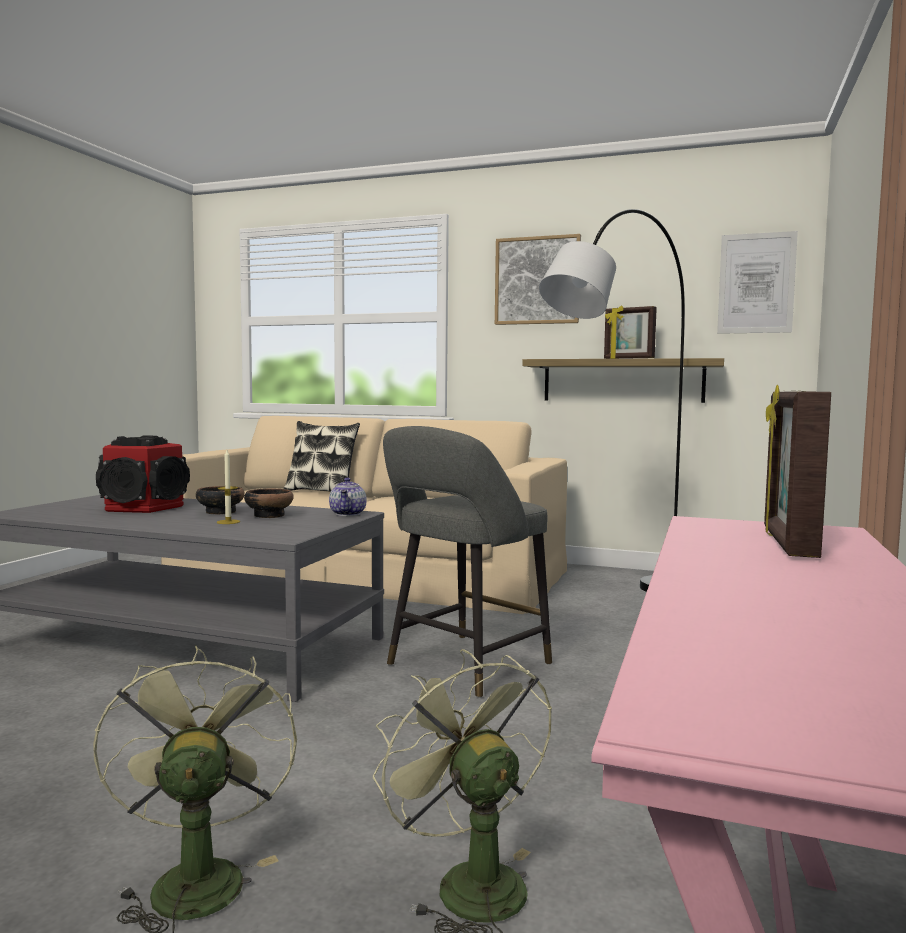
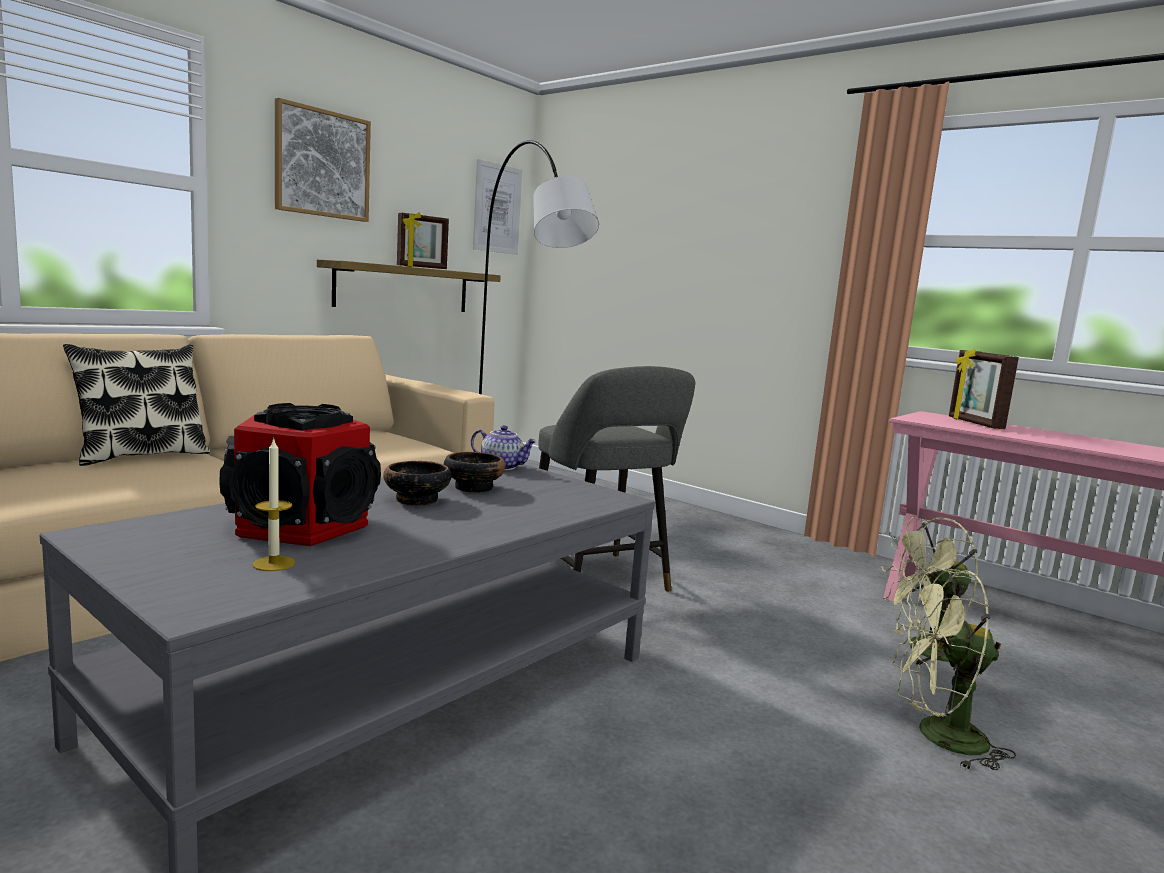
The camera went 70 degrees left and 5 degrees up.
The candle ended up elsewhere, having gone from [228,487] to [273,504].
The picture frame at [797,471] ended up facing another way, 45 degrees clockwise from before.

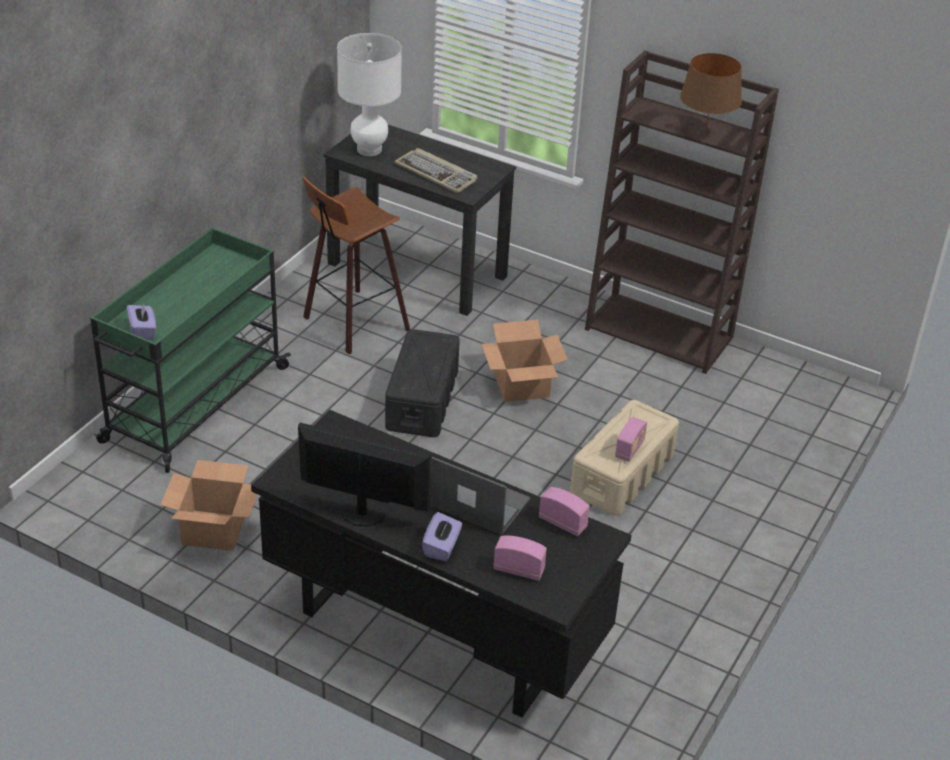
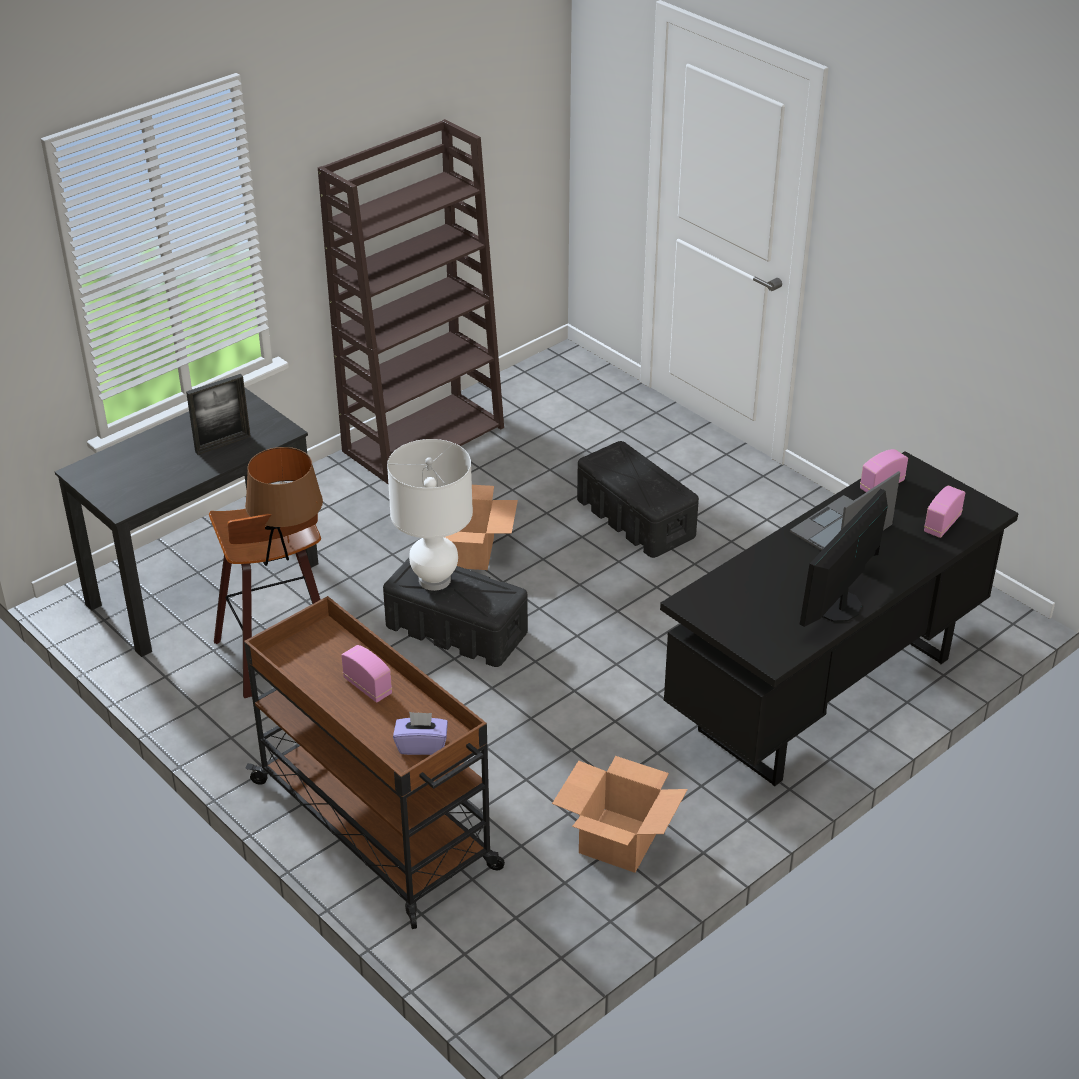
The camera went 70 degrees left and 0 degrees up.
The second view lost the purple-coloured box of tissues at [442,536].
The whitish lamp for a table ended up elsewhere, having gone from [369,94] to [430,515].
The radio ended up elsewhere, having gone from [631,439] to [366,674].
The brown-coloured lamp for a table ended up elsewhere, having gone from [711,94] to [284,495].
Where the PC keyboard stood at [435,170], the picture frame came to stand at [218,414].
What was the greenish wheeled cart at [190,350] turned into the brown-coloured wheeled cart at [374,762].
What was the beige storage container at [624,458] turned into the black storage container at [638,499].

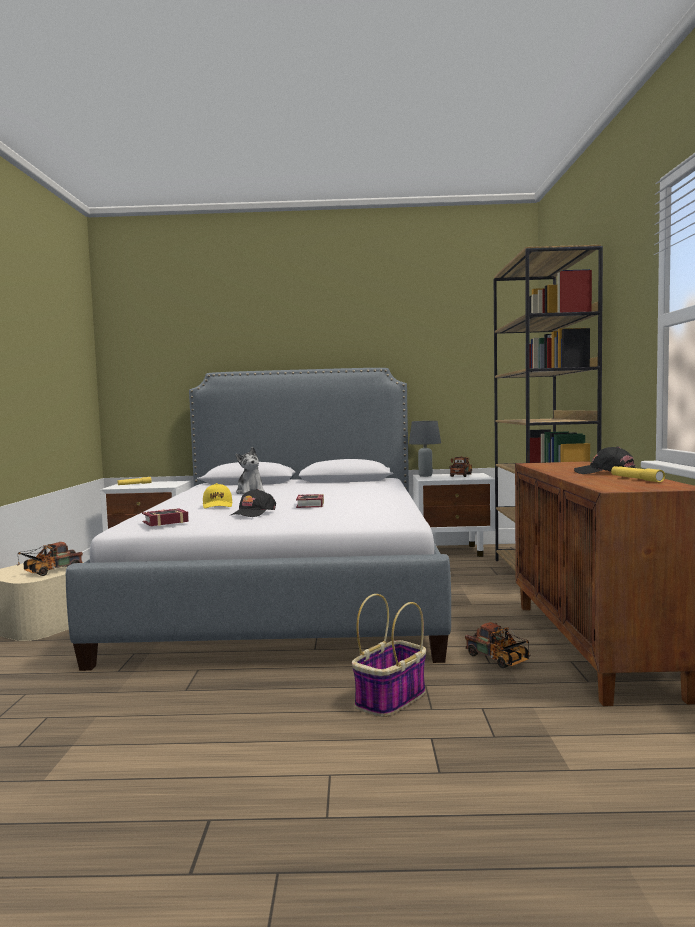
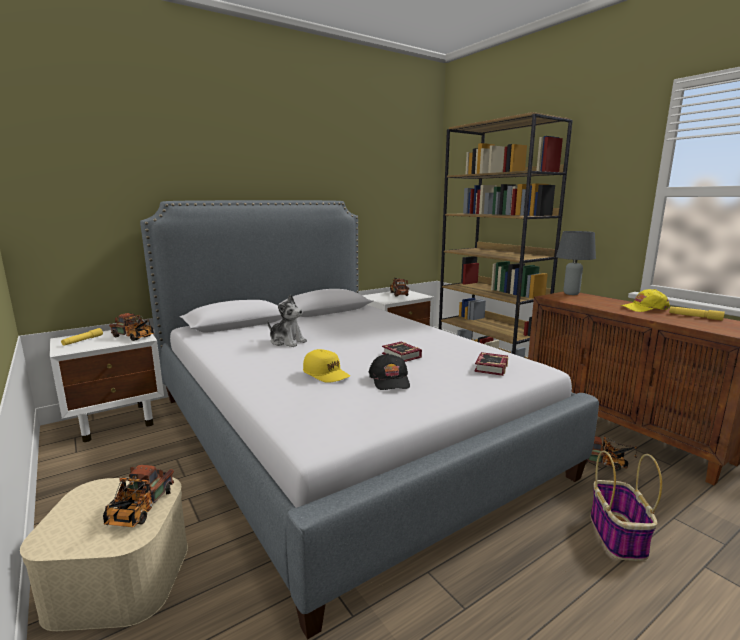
The camera went 35 degrees left and 10 degrees up.
The second view gained the toy truck at [131,327].
The volume ended up elsewhere, having gone from [165,517] to [491,364].
The gray lamp for a table ended up elsewhere, having gone from [425,449] to [576,263].
What was the black baseball cap at [605,460] turned into the yellow-coloured baseball cap at [645,300].

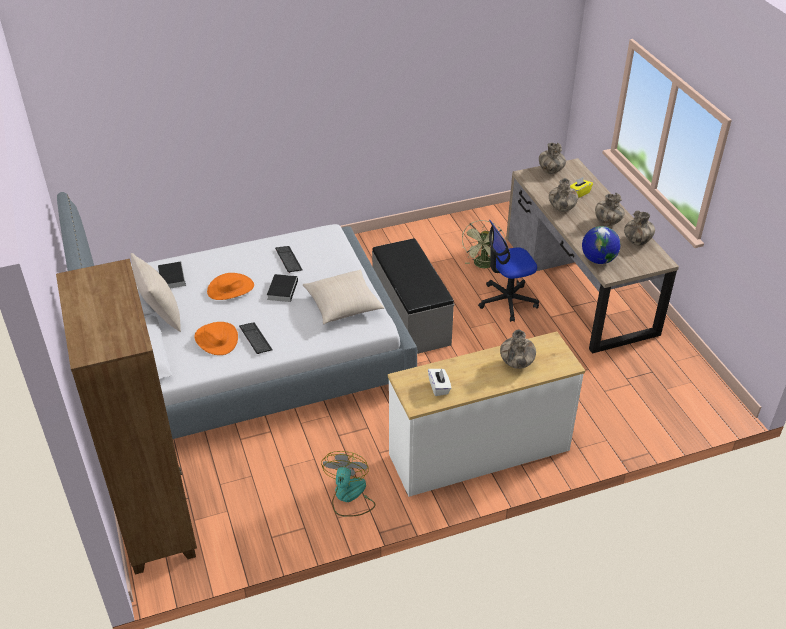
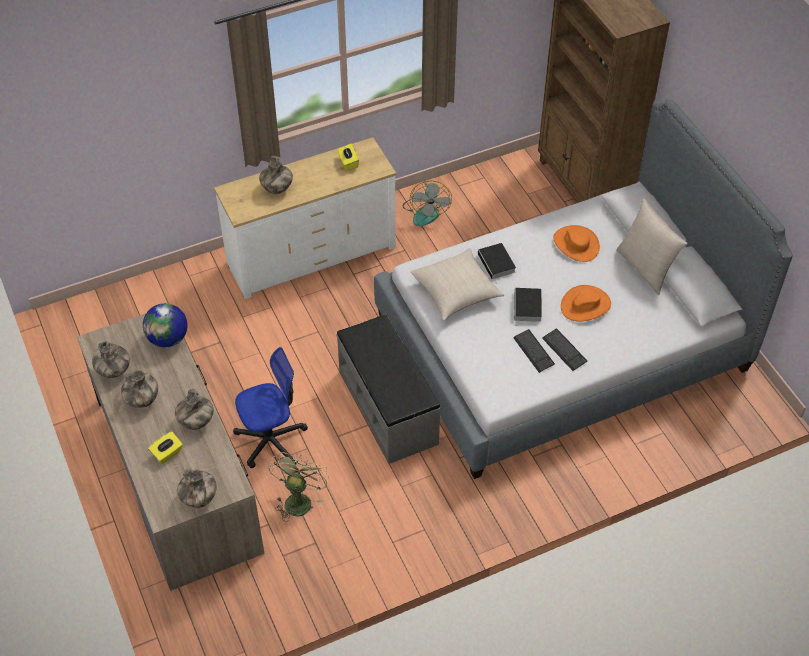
The camera went 175 degrees right and 10 degrees up.
The volume ended up elsewhere, having gone from [172,274] to [497,263].
The PC keyboard ended up elsewhere, having gone from [255,338] to [564,349].
What was the whitish box of tissues at [439,382] turned into the yellow-coloured box of tissues at [348,156].

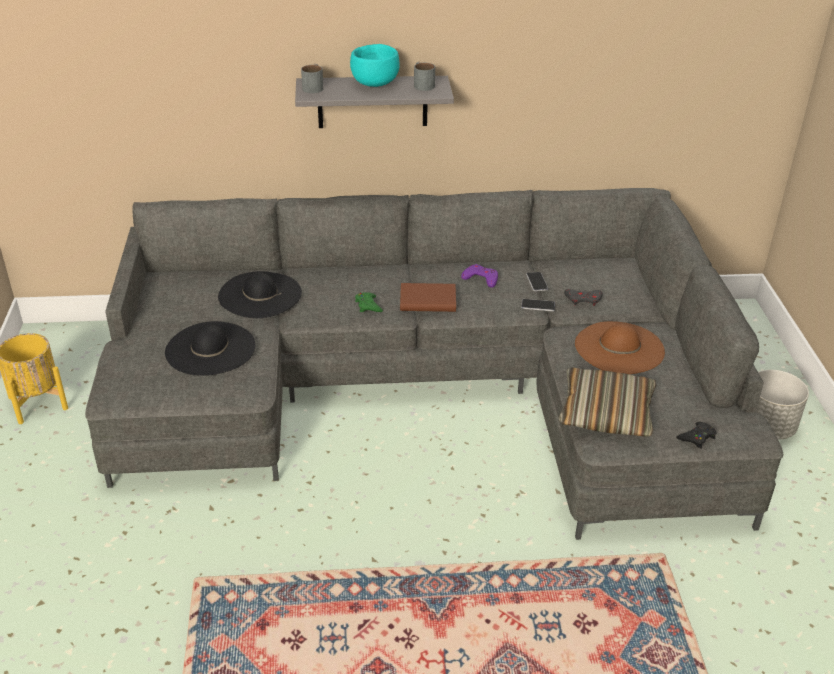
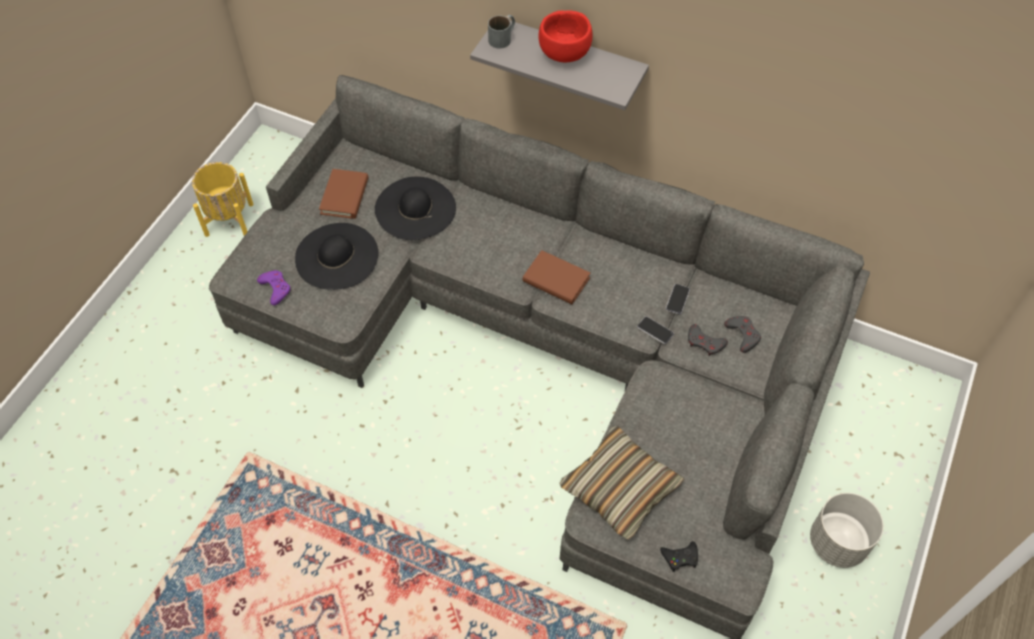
The camera went 30 degrees right and 20 degrees up.
The second view lost the greenish joypad at [369,302].
The second view lost the gray coffee mug at [424,76].
The second view lost the brown-coloured wearable hat at [620,347].
The second view gained the brown-coloured volume at [344,194].
The second view gained the gray joypad at [742,334].
The purple-coloured joypad ended up elsewhere, having gone from [479,276] to [274,287].
What was the turquoise bowl at [375,65] turned into the red-coloured bowl at [565,36].

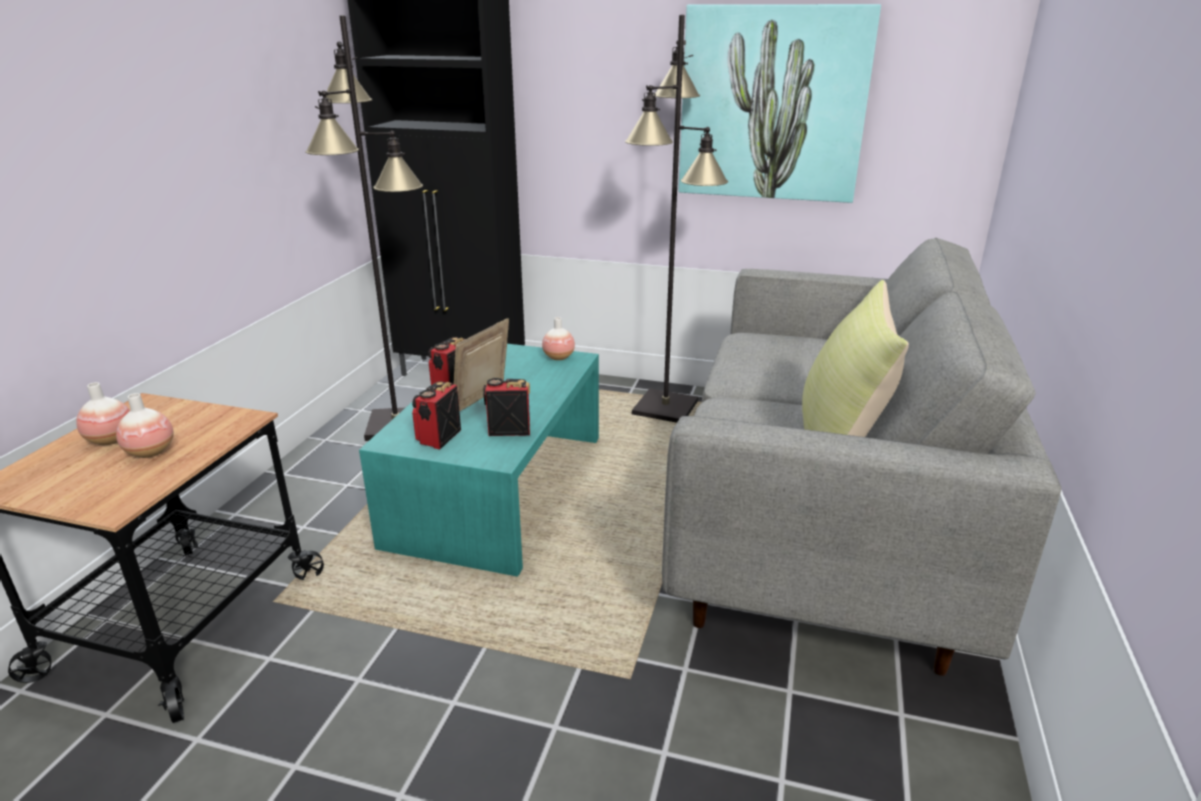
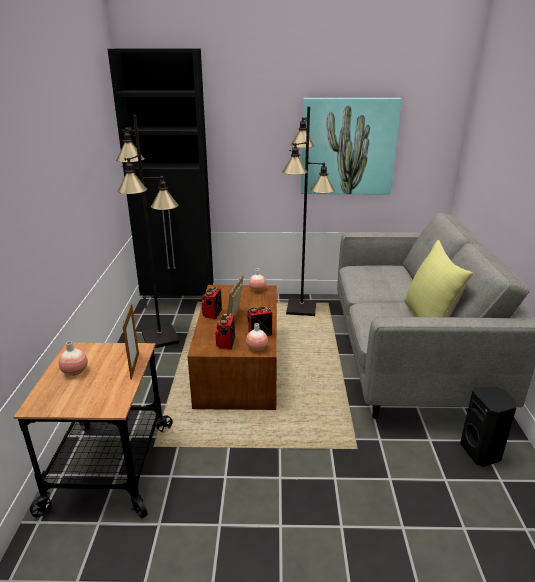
The camera went 15 degrees left and 0 degrees up.
The second view gained the picture frame at [131,341].
The second view gained the black speaker at [488,427].
The flower vase ended up elsewhere, having gone from [145,425] to [257,337].
What was the turquoise lounge table at [479,460] turned into the brown-coloured lounge table at [232,347].

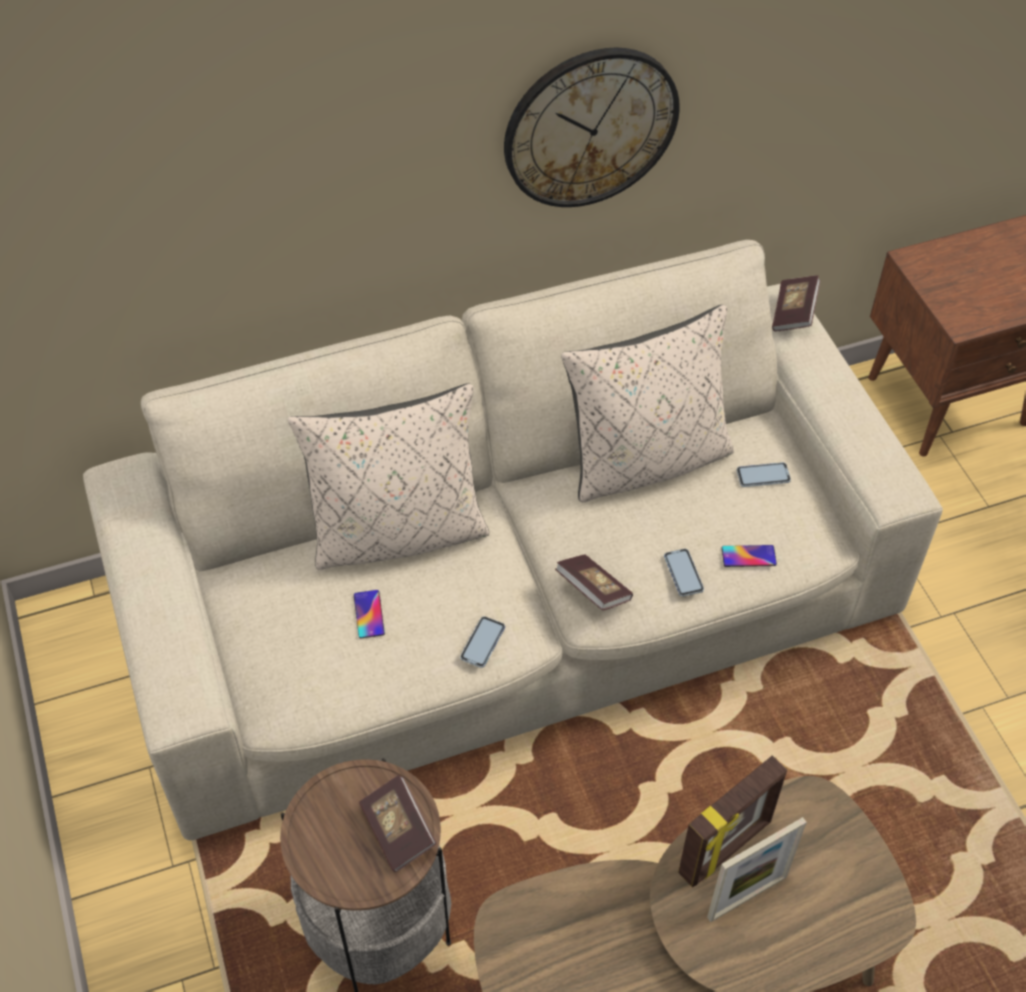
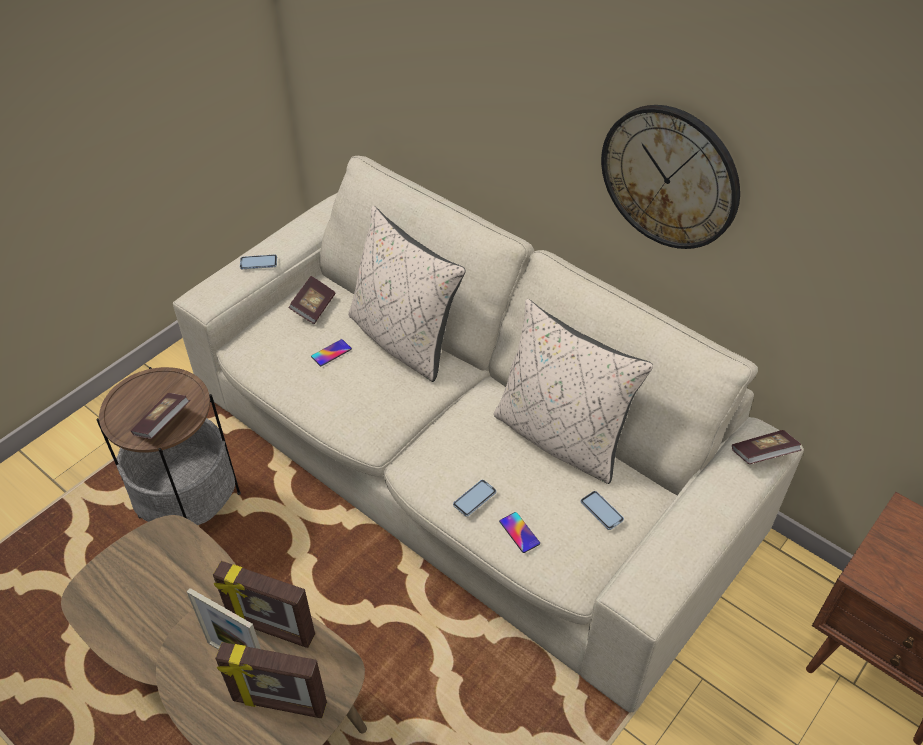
The camera went 60 degrees right and 5 degrees down.
The second view gained the picture frame at [271,680].
The telephone ended up elsewhere, having gone from [482,642] to [258,262].
The volume ended up elsewhere, having gone from [594,582] to [312,300].

